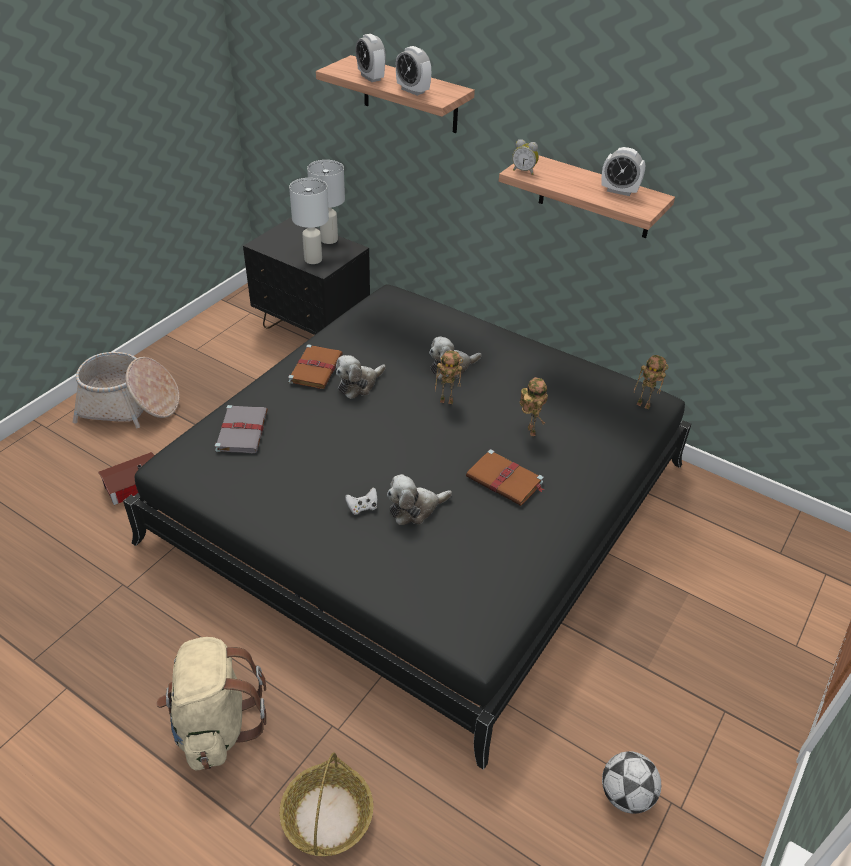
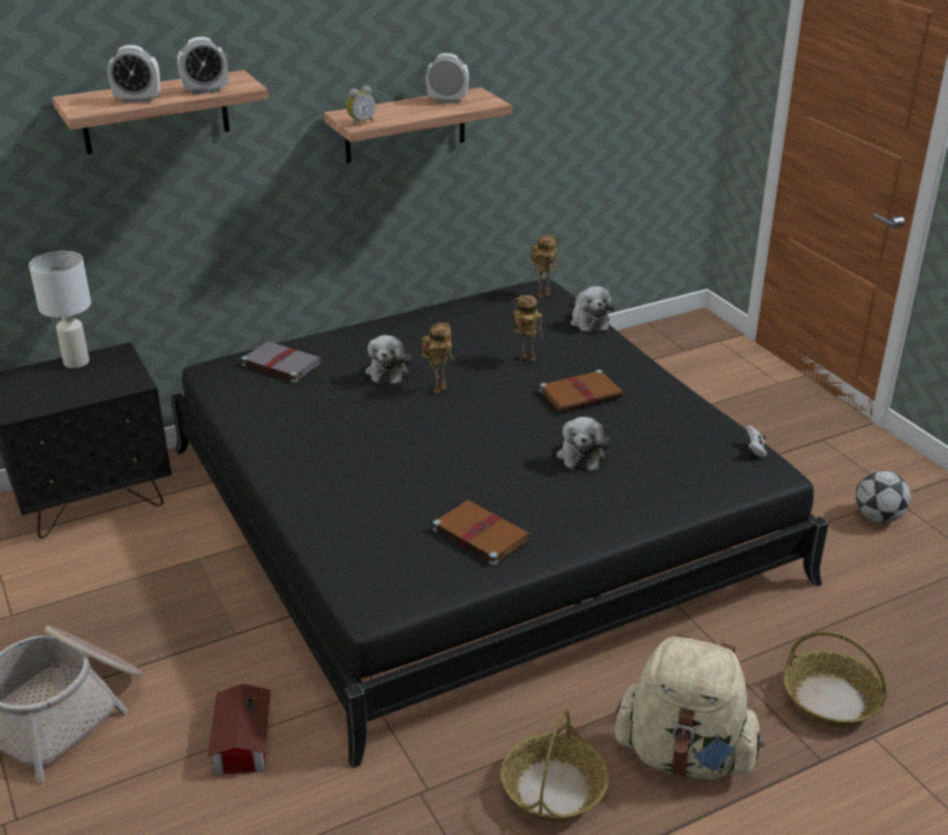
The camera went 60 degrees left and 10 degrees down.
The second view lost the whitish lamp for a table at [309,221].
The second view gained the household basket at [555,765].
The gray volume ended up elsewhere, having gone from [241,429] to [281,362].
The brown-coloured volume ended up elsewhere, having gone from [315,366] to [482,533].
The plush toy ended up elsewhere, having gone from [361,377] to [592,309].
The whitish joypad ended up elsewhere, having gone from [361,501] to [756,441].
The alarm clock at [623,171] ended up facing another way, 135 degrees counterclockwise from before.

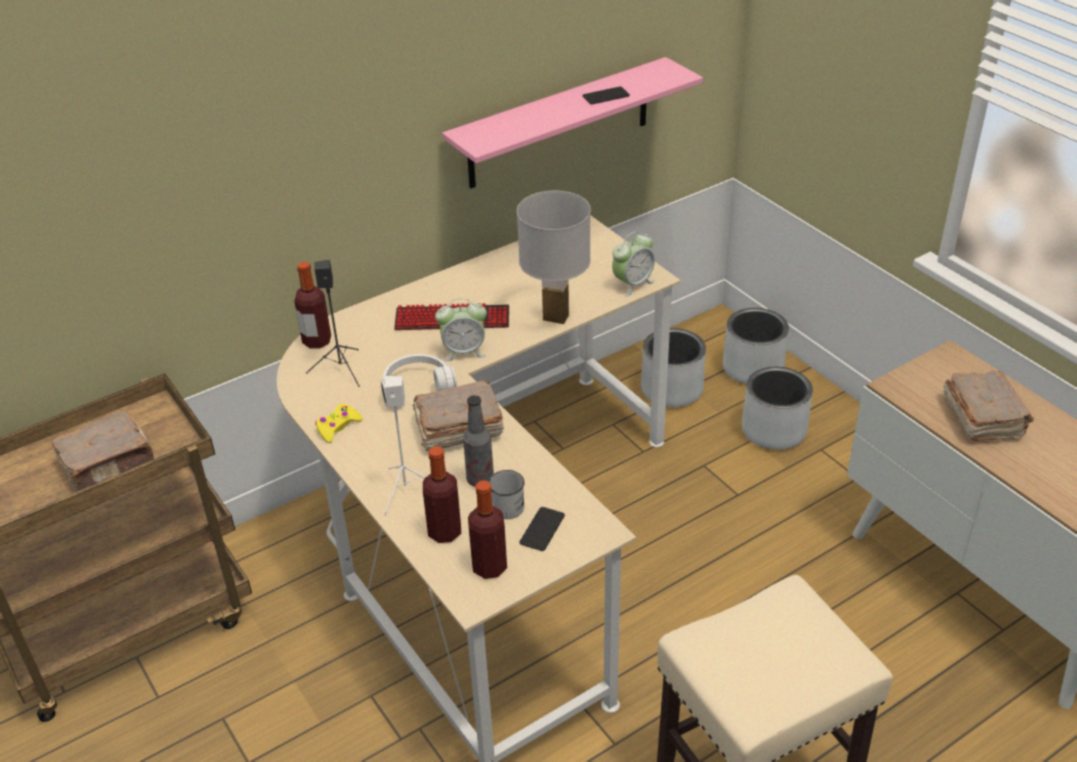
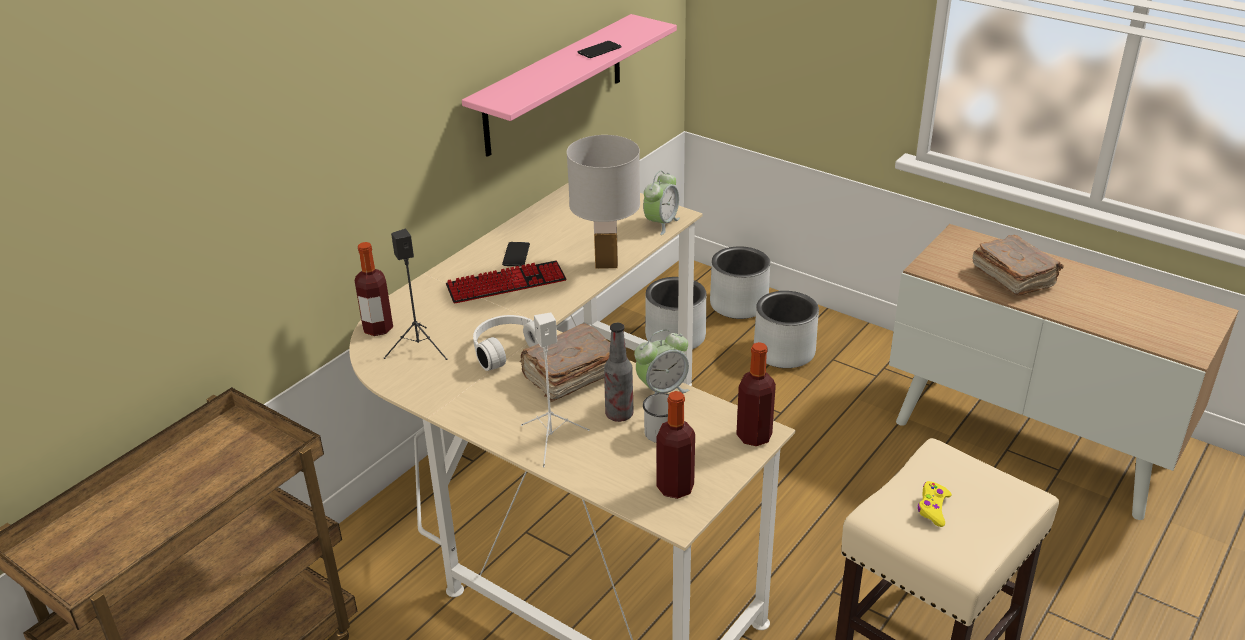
The camera went 20 degrees left and 5 degrees down.
The second view lost the brown-coloured volume at [103,451].
The yellow-coloured joypad ended up elsewhere, having gone from [339,423] to [934,504].
The drink bottle ended up elsewhere, having gone from [442,494] to [756,394].
The alarm clock ended up elsewhere, having gone from [461,329] to [661,361].
The telephone ended up elsewhere, having gone from [542,529] to [516,254].

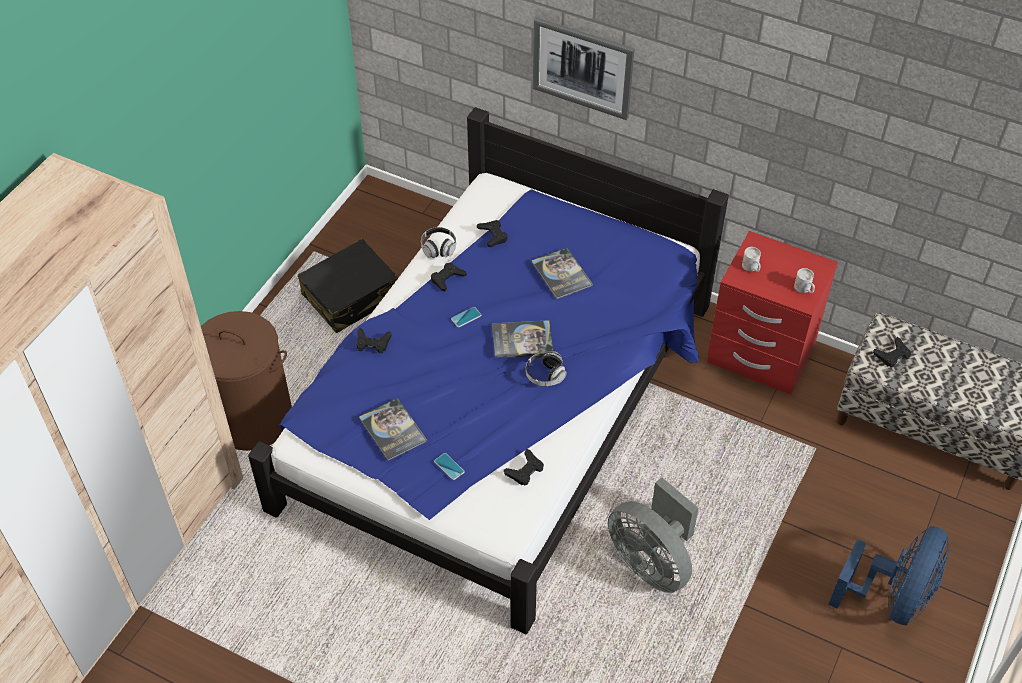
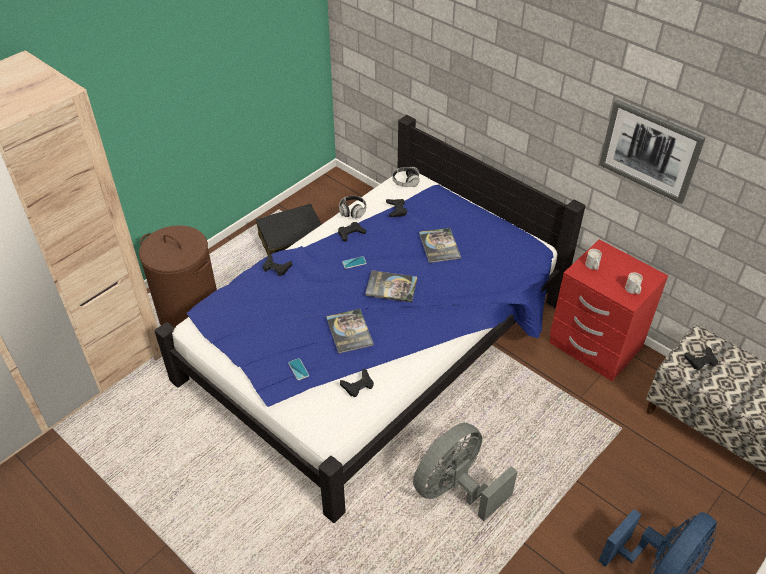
The camera went 15 degrees right and 5 degrees down.
The volume ended up elsewhere, having gone from [393,429] to [350,331].
The pair of headphones ended up elsewhere, having gone from [546,368] to [406,177].
The wall picture ended up elsewhere, having gone from [584,68] to [652,151].
The gray electric fan at [653,535] ended up facing another way, 75 degrees clockwise from before.

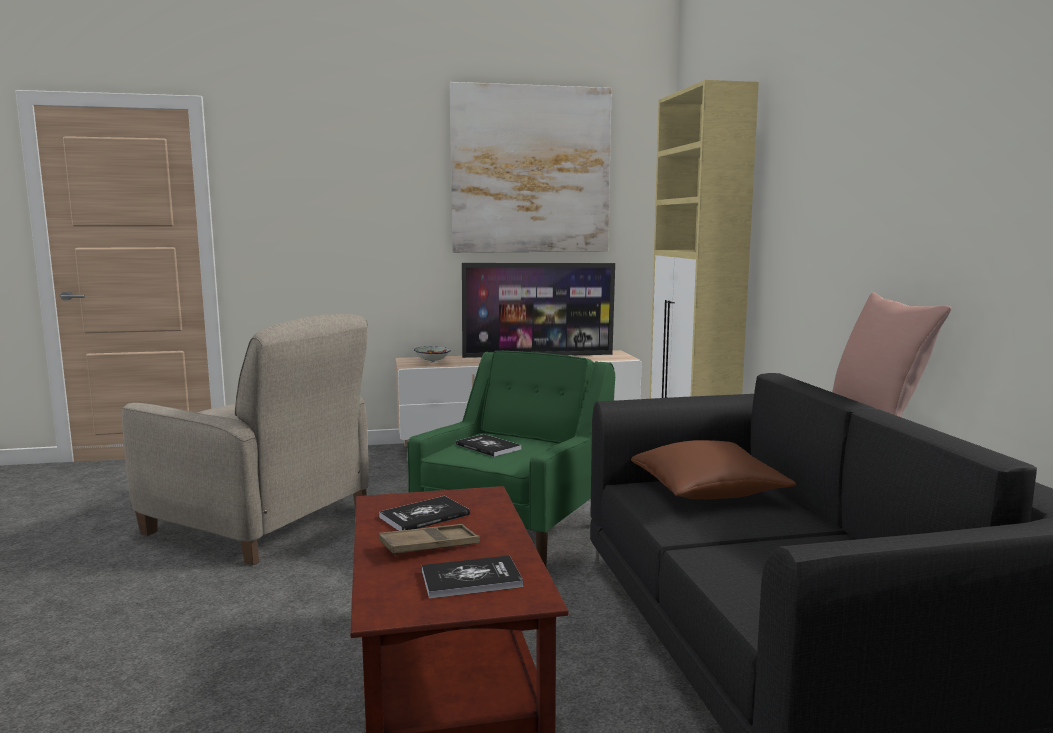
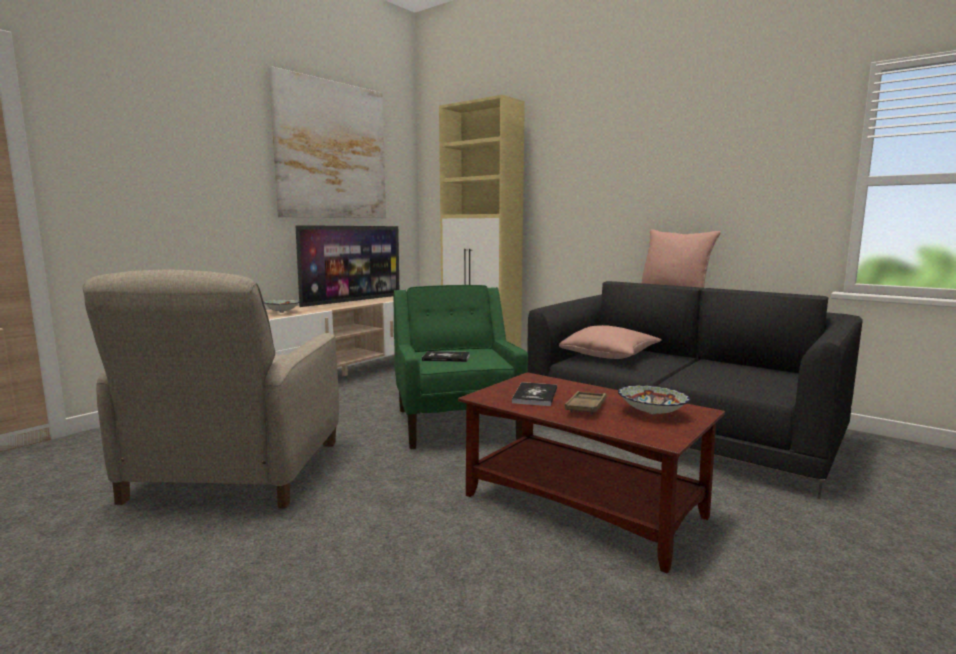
The camera went 40 degrees left and 0 degrees up.
Where the volume stood at [473,577], the bowl came to stand at [654,400].
What was the brown-coloured pillow at [713,469] turned into the pink pillow at [610,342].
The beige lounge chair at [245,439] ended up facing another way, 105 degrees clockwise from before.

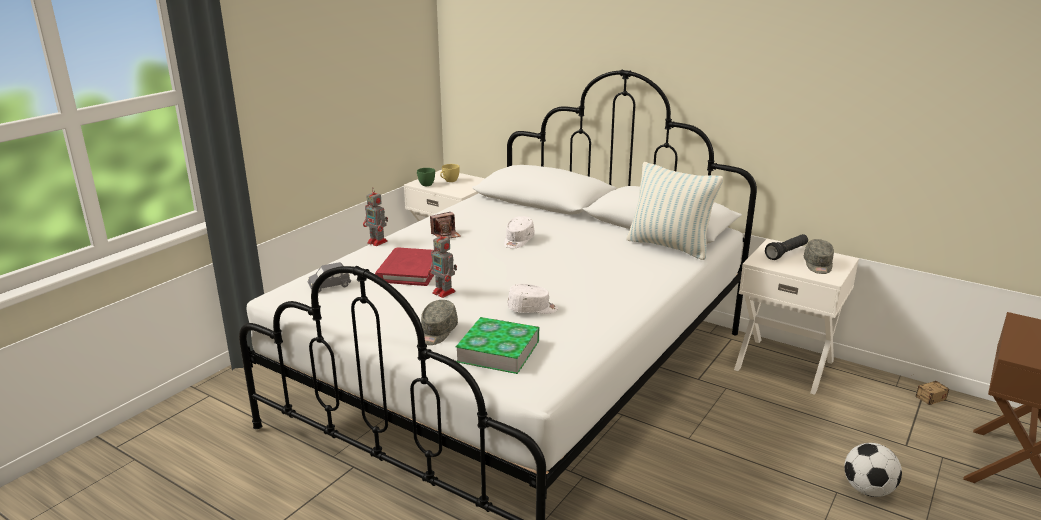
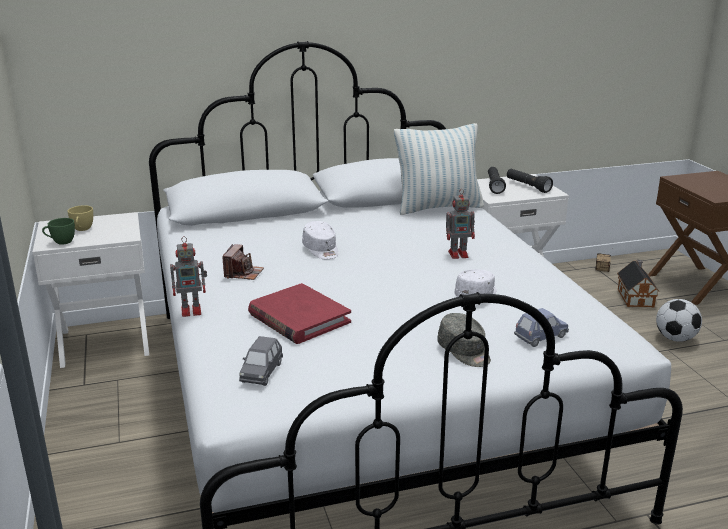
The camera went 50 degrees left and 0 degrees up.
The second view gained the miniature house at [638,283].
The robot figure ended up elsewhere, having gone from [442,264] to [460,224].
Where the volume stood at [497,345], the blue toy car came to stand at [541,327].
Where the gray baseball cap stood at [819,256], the black hand torch came to stand at [530,181].

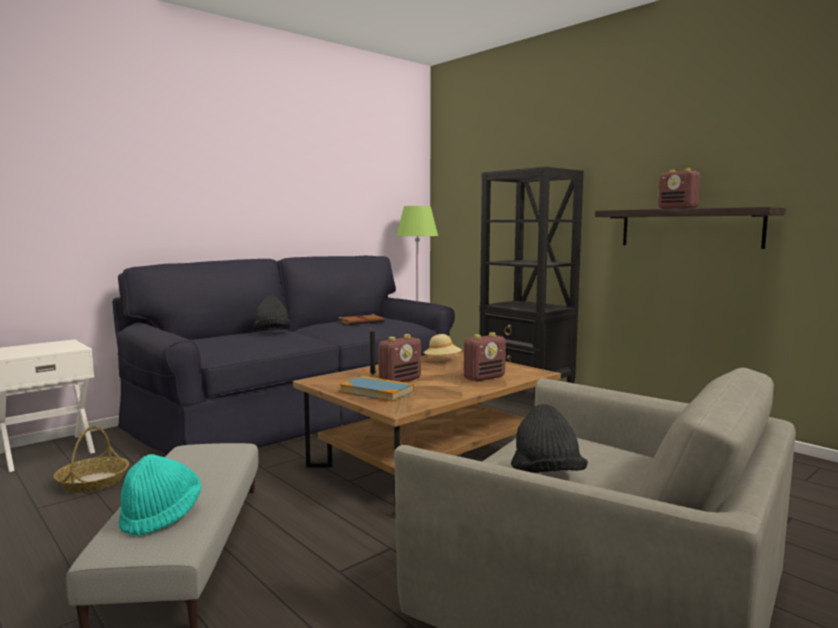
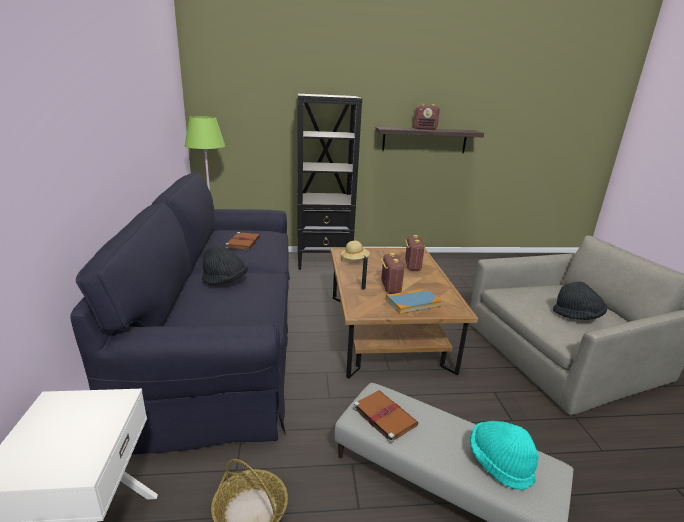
The camera went 55 degrees left and 15 degrees up.
The second view gained the brown-coloured volume at [385,416].

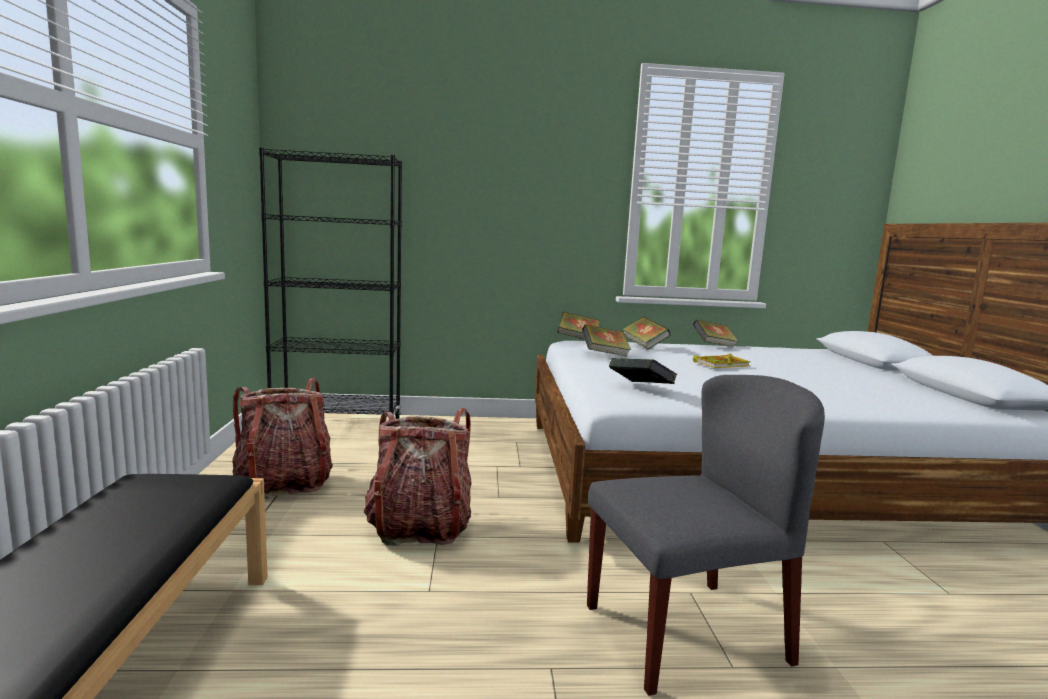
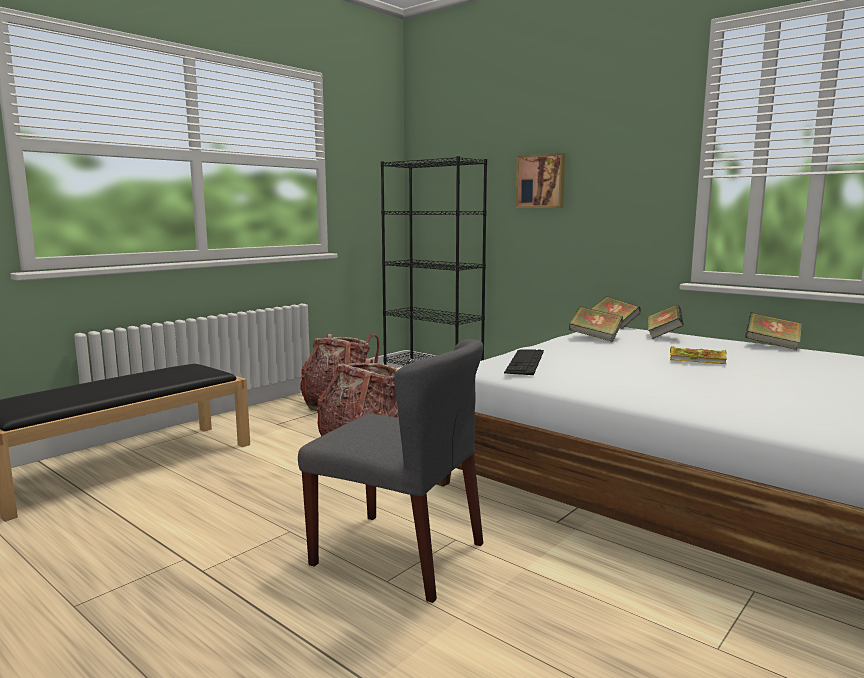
The camera went 45 degrees right and 0 degrees up.
The second view gained the wall picture at [540,180].
Where the volume stood at [643,371], the PC keyboard came to stand at [524,362].

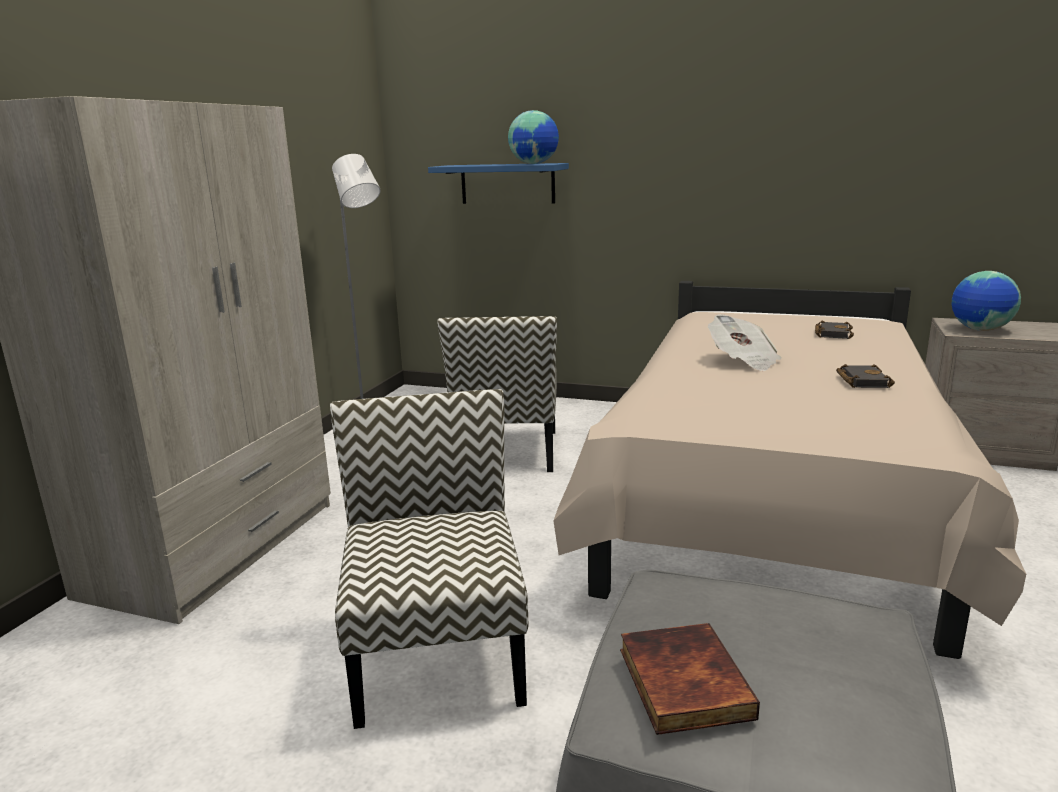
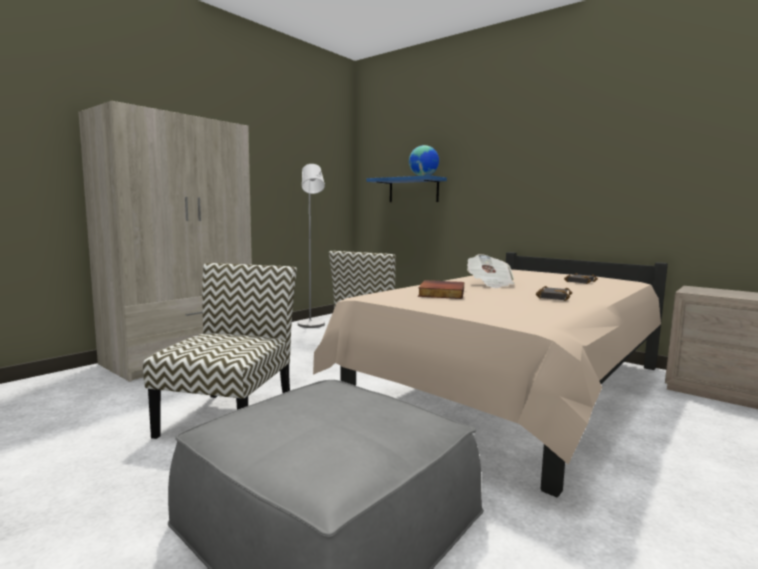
The camera went 20 degrees right and 10 degrees down.
The second view lost the desk globe at [986,301].
The volume ended up elsewhere, having gone from [690,679] to [441,289].

